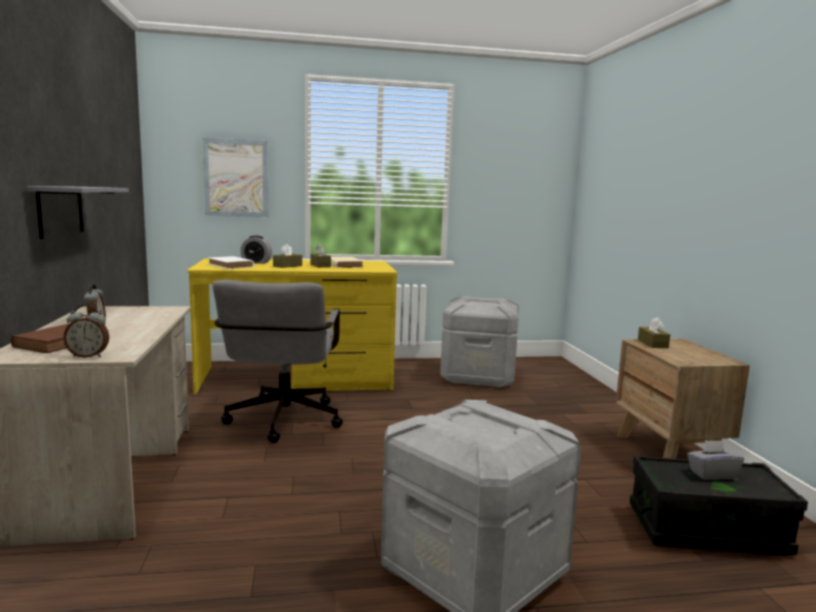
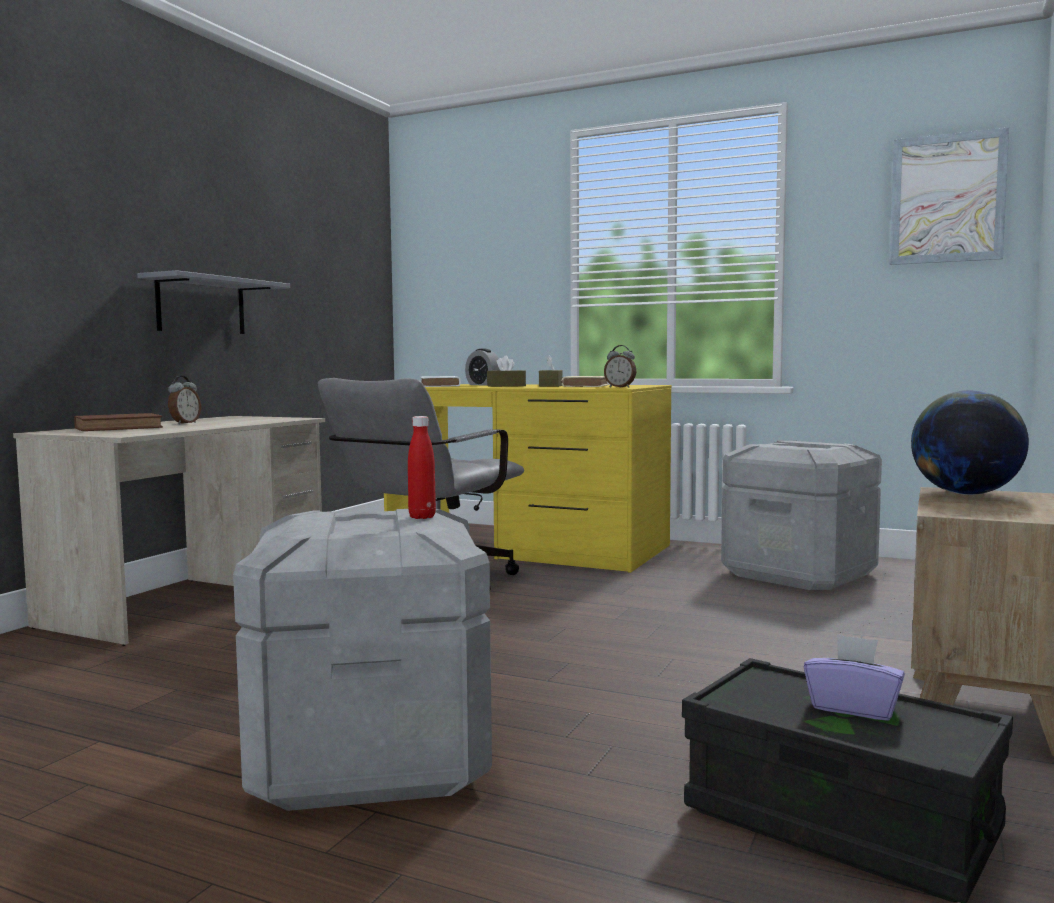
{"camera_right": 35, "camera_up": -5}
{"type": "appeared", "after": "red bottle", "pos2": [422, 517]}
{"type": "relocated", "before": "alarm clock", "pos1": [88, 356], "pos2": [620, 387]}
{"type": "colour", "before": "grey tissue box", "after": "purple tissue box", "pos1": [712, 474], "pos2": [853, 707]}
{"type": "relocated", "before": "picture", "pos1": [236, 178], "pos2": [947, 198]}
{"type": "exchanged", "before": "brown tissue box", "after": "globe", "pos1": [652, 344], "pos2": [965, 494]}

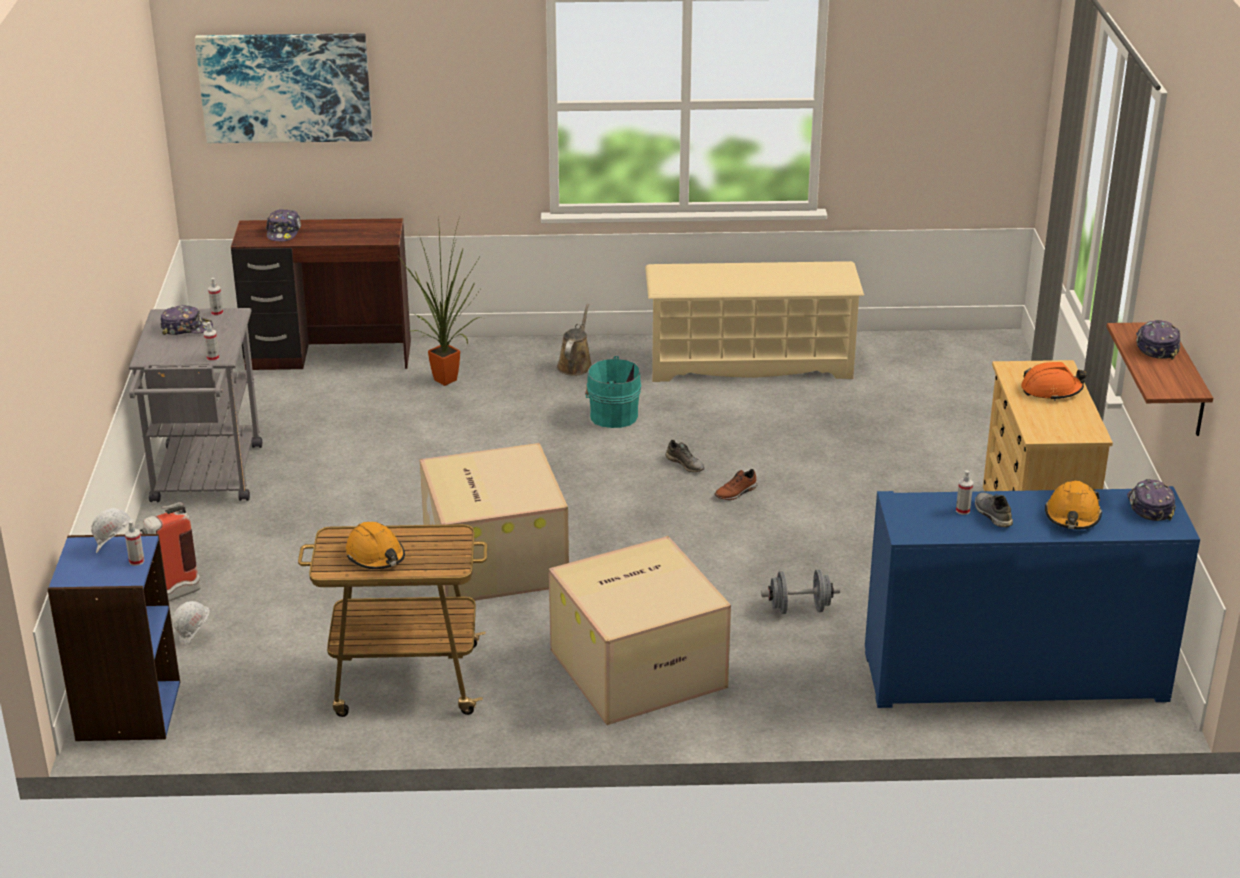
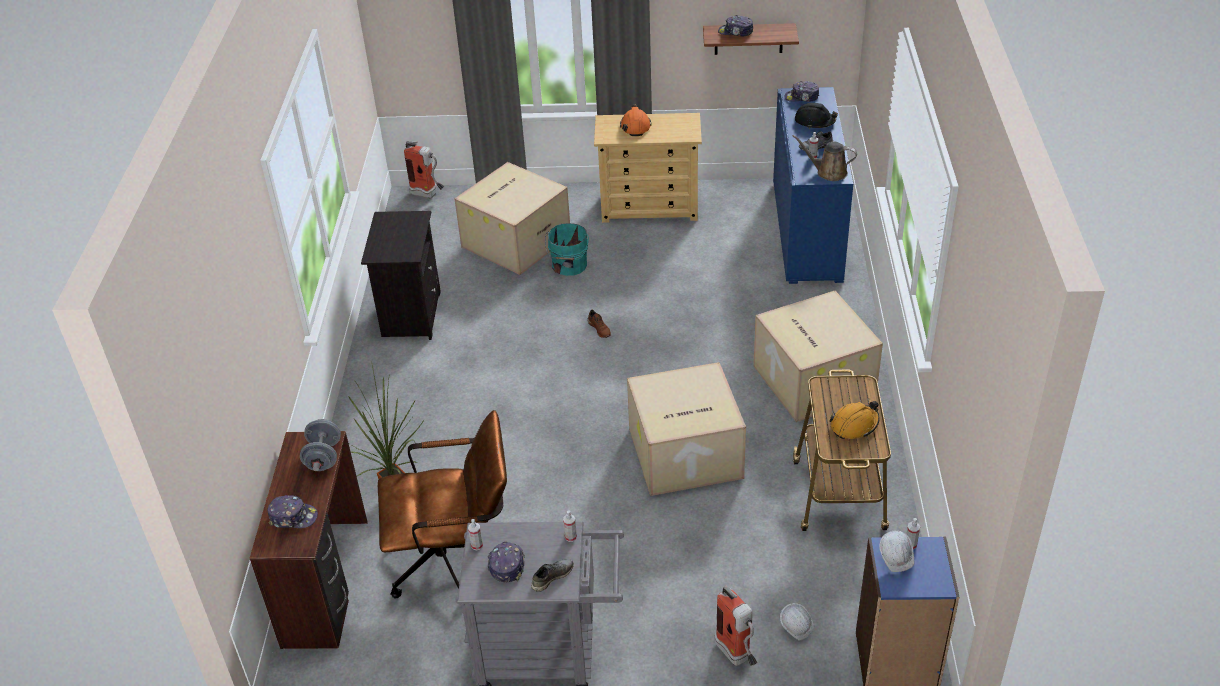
{"camera_right": -85, "camera_up": 10}
{"type": "relocated", "before": "grey dumbbell", "pos1": [799, 609], "pos2": [323, 457]}
{"type": "exchanged", "before": "beige shoe rack", "after": "black nightstand", "pos1": [750, 363], "pos2": [410, 315]}
{"type": "appeared", "after": "brown office chair", "pos2": [455, 560]}
{"type": "appeared", "after": "fire extinguisher", "pos2": [428, 195]}
{"type": "appeared", "after": "cardboard box", "pos2": [516, 240]}
{"type": "relocated", "before": "grey shoe", "pos1": [685, 464], "pos2": [552, 577]}
{"type": "relocated", "before": "turquoise bucket", "pos1": [611, 415], "pos2": [569, 265]}
{"type": "relocated", "before": "brown watering can", "pos1": [575, 365], "pos2": [828, 172]}
{"type": "colour", "before": "orange hard hat", "after": "black hard hat", "pos1": [1072, 516], "pos2": [814, 122]}
{"type": "missing", "before": "picture", "pos1": [285, 87]}

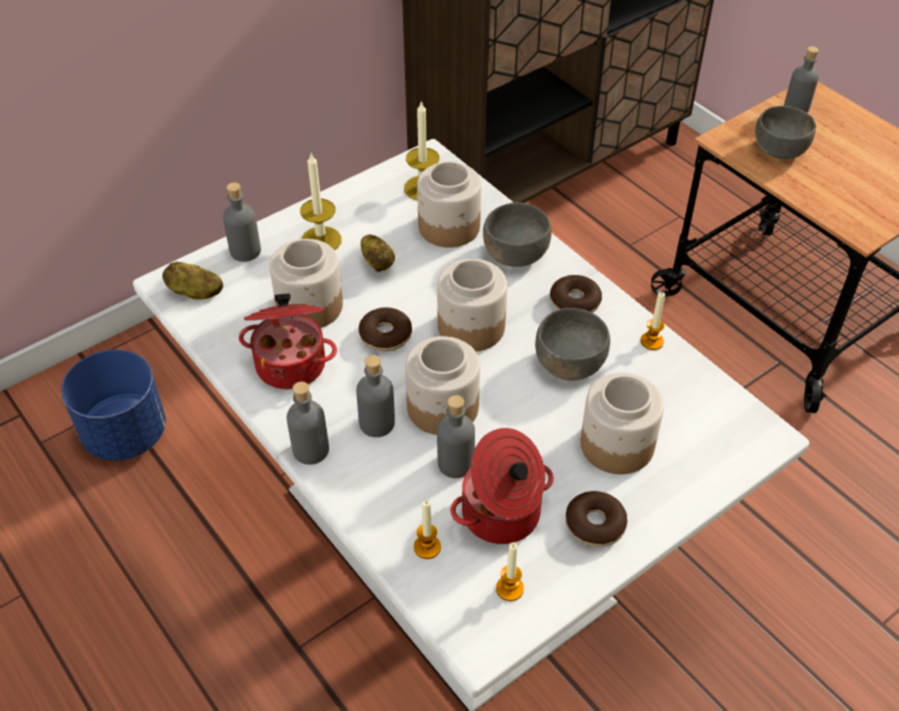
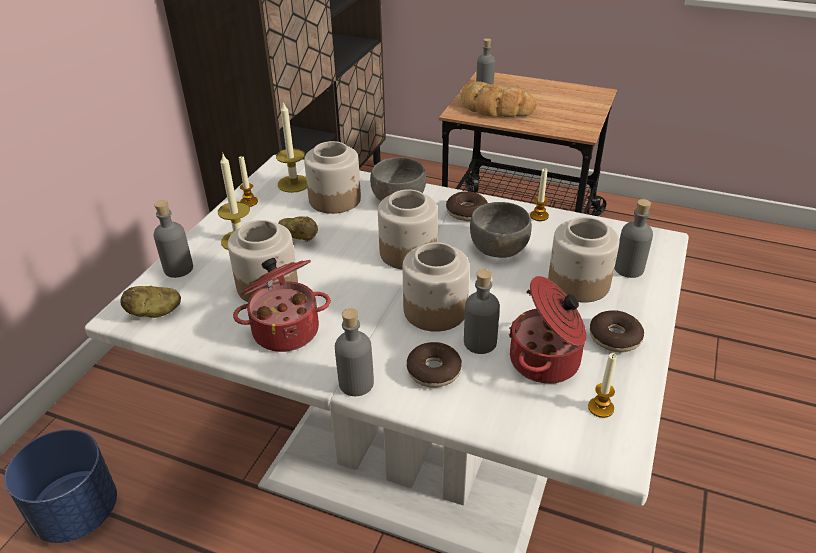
{"camera_right": -30, "camera_up": -10}
{"type": "relocated", "before": "candle", "pos1": [427, 547], "pos2": [249, 202]}
{"type": "relocated", "before": "donut", "pos1": [385, 335], "pos2": [433, 371]}
{"type": "exchanged", "before": "grey bowl", "after": "bread", "pos1": [780, 150], "pos2": [495, 108]}
{"type": "relocated", "before": "grey bottle", "pos1": [377, 423], "pos2": [629, 269]}

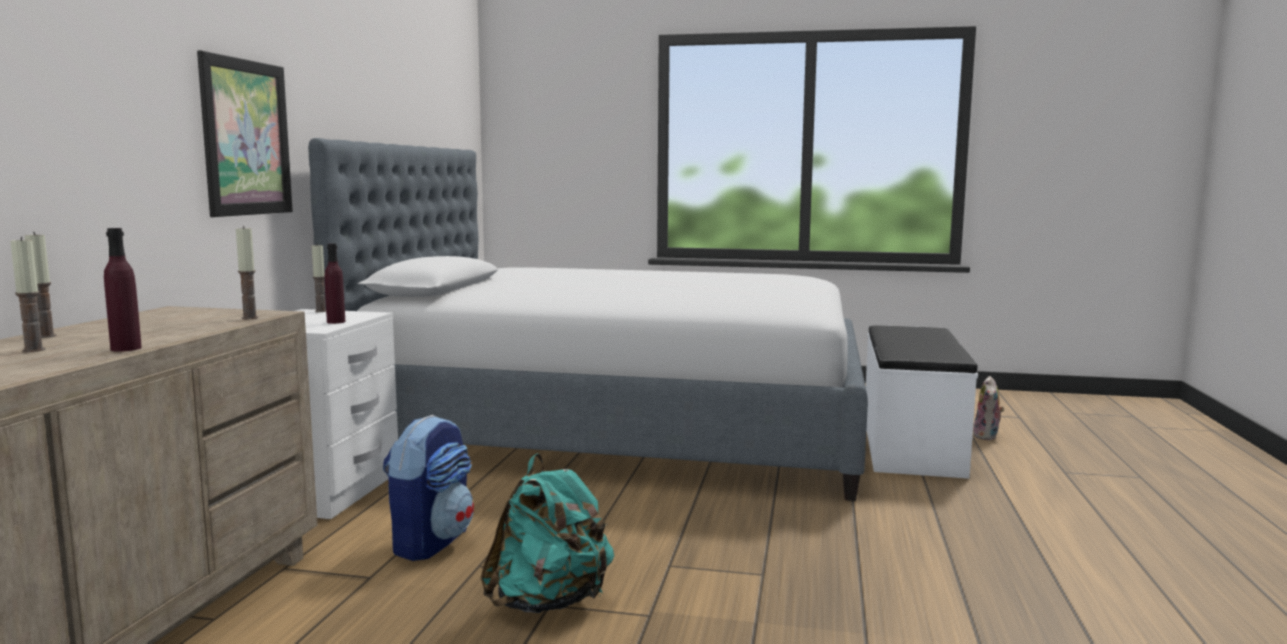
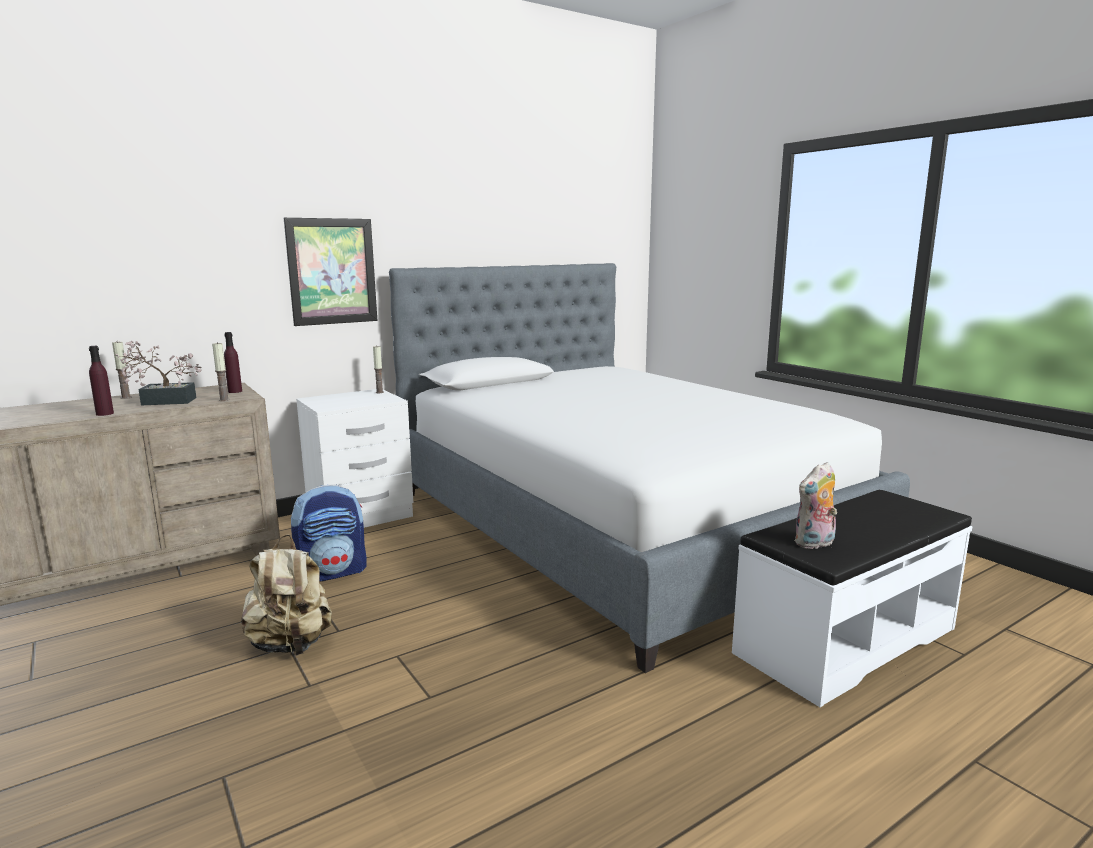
{"camera_right": 45, "camera_up": 5}
{"type": "appeared", "after": "potted plant", "pos2": [163, 401]}
{"type": "relocated", "before": "purple bottle", "pos1": [336, 322], "pos2": [235, 391]}
{"type": "colour", "before": "turquoise backpack", "after": "beige backpack", "pos1": [549, 602], "pos2": [291, 645]}
{"type": "relocated", "before": "plush toy", "pos1": [987, 436], "pos2": [815, 544]}
{"type": "missing", "before": "candle", "pos1": [34, 350]}

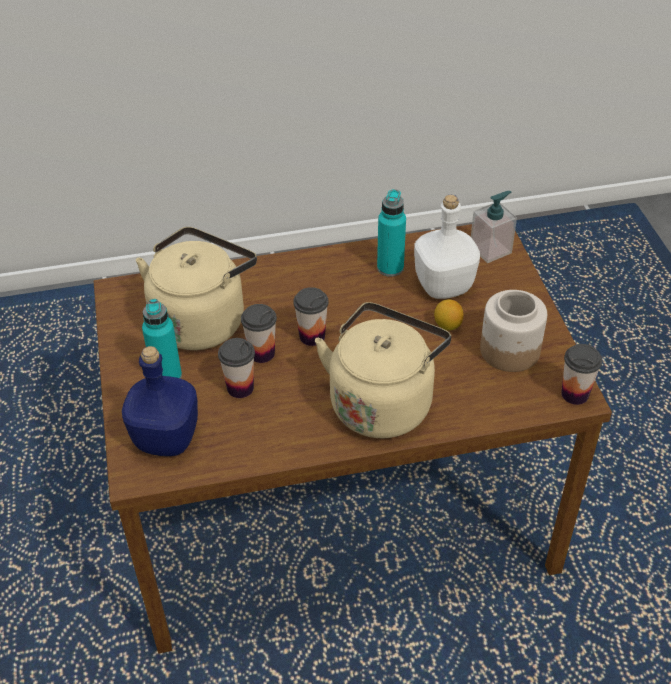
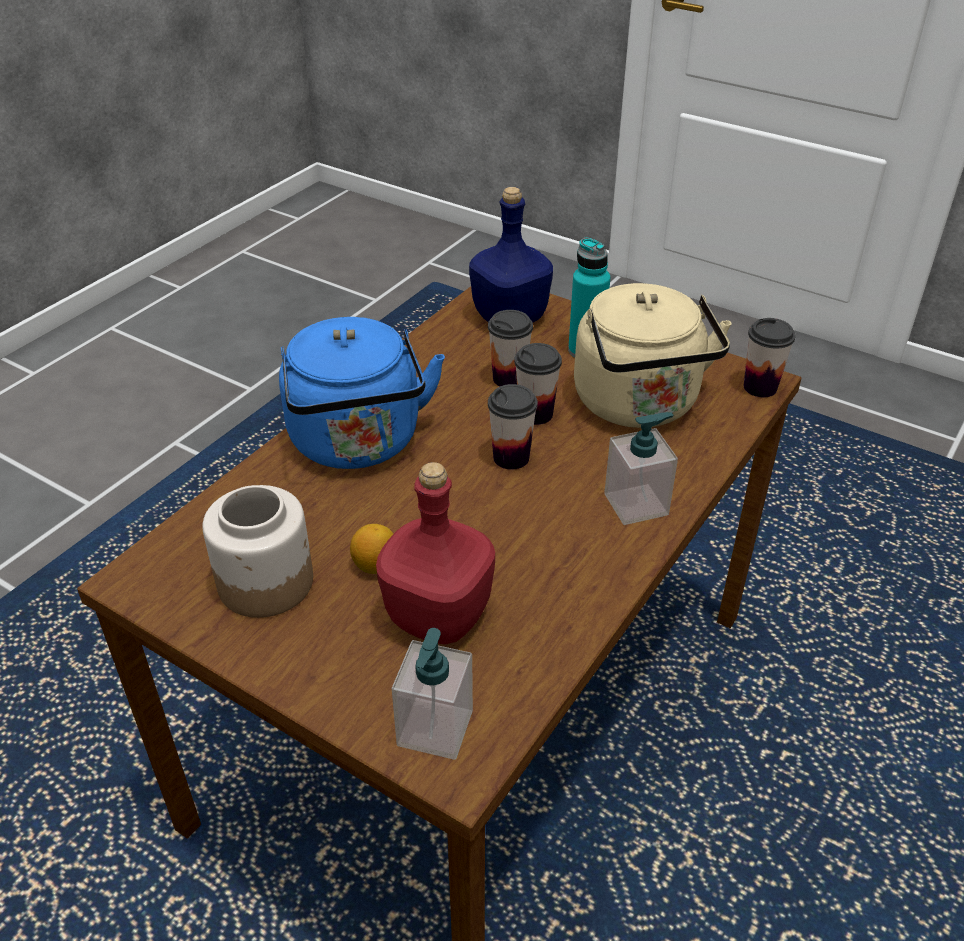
{"camera_right": 135, "camera_up": -5}
{"type": "colour", "before": "beige kettle", "after": "blue kettle", "pos1": [382, 402], "pos2": [358, 444]}
{"type": "colour", "before": "white bottle", "after": "red bottle", "pos1": [443, 285], "pos2": [440, 616]}
{"type": "appeared", "after": "soap dispenser", "pos2": [636, 504]}
{"type": "relocated", "before": "cup", "pos1": [575, 394], "pos2": [760, 387]}
{"type": "missing", "before": "turquoise bottle", "pos1": [390, 268]}

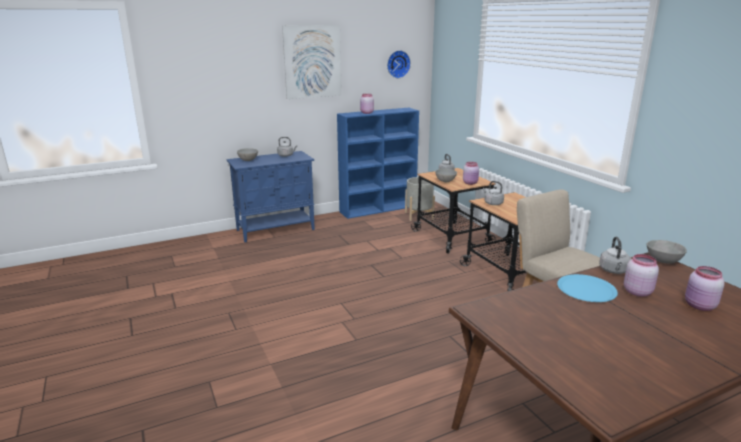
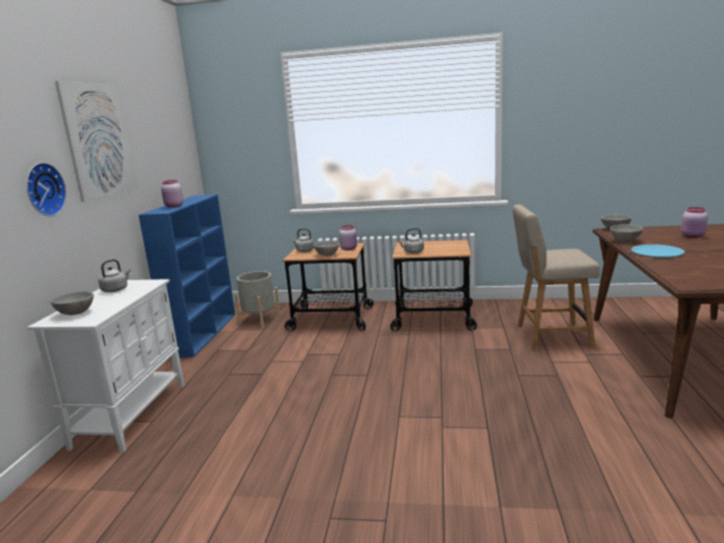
{"camera_right": -55, "camera_up": -5}
{"type": "relocated", "before": "wall clock", "pos1": [397, 64], "pos2": [43, 189]}
{"type": "colour", "before": "blue cabinet", "after": "white cabinet", "pos1": [276, 229], "pos2": [131, 414]}
{"type": "exchanged", "before": "grey kettle", "after": "grey bowl", "pos1": [613, 271], "pos2": [626, 241]}
{"type": "missing", "before": "pink jar", "pos1": [637, 291]}

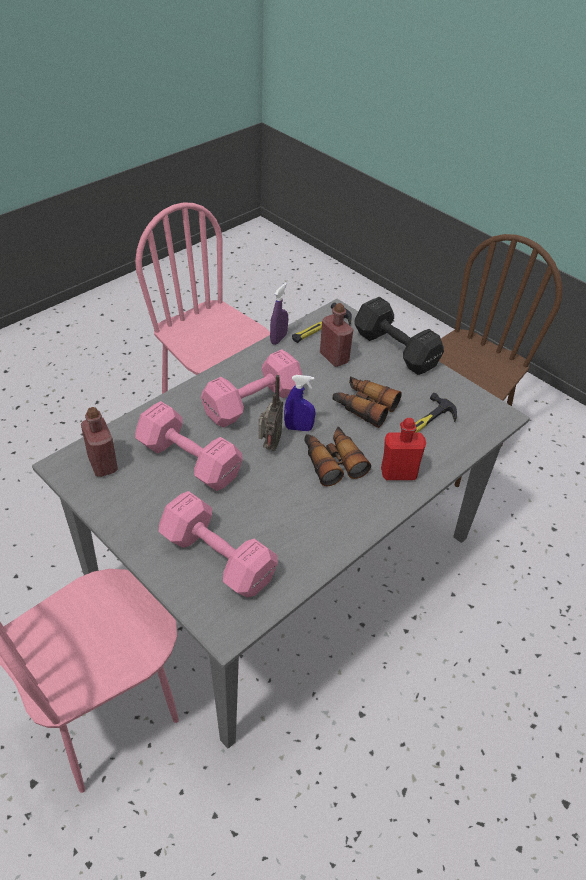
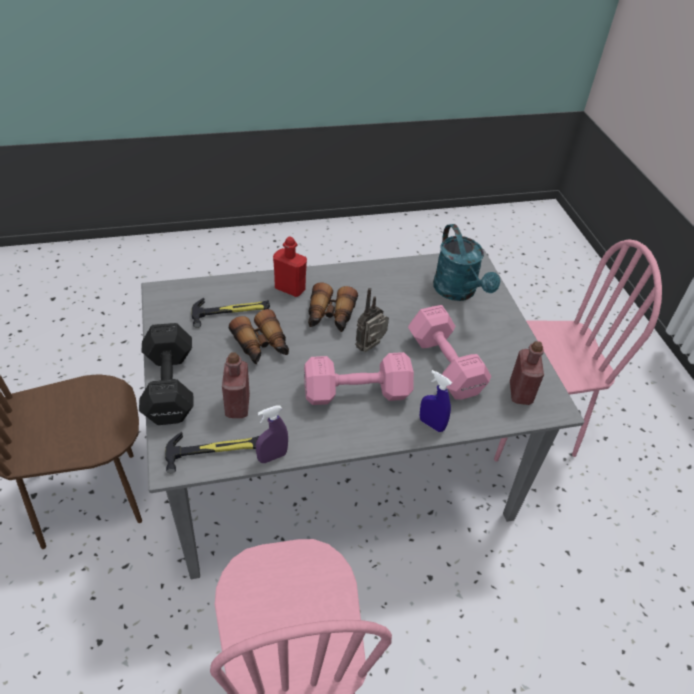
{"camera_right": -150, "camera_up": 0}
{"type": "relocated", "before": "blue spray bottle", "pos1": [298, 428], "pos2": [431, 424]}
{"type": "exchanged", "before": "pink dumbbell", "after": "turquoise watering can", "pos1": [219, 560], "pos2": [458, 292]}

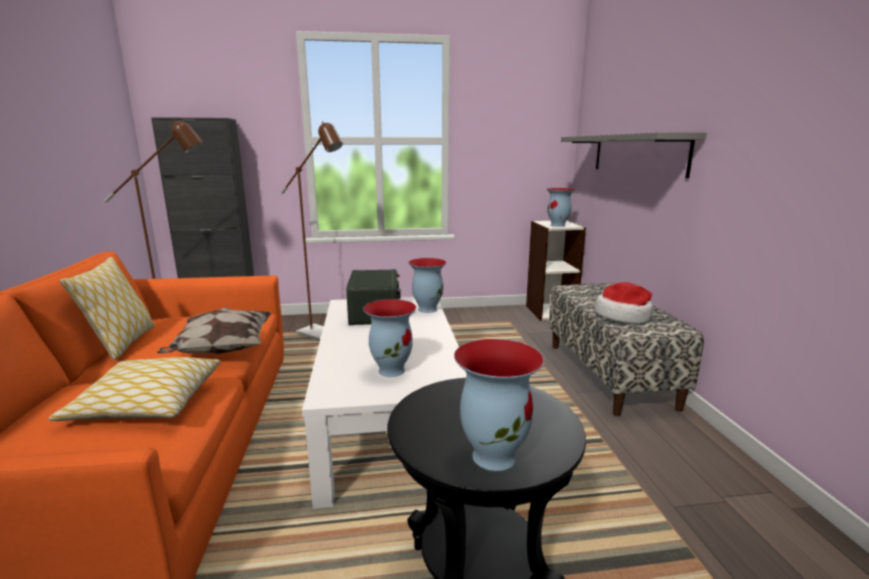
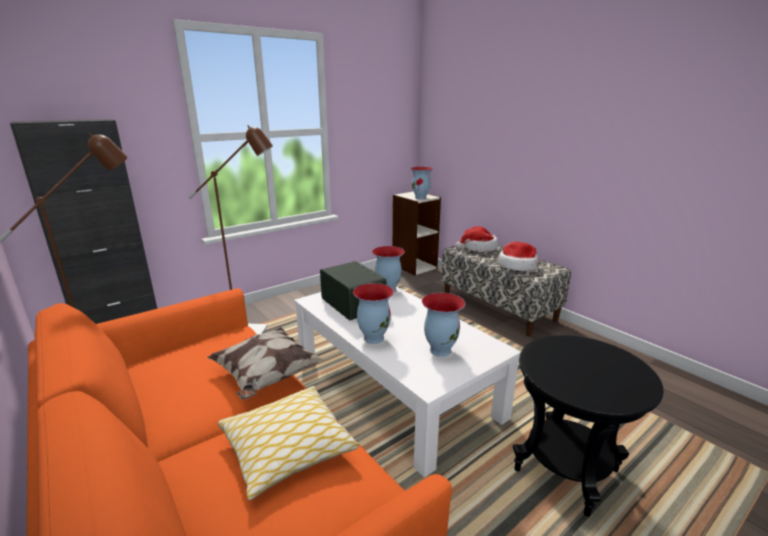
{"camera_right": -30, "camera_up": 5}
{"type": "relocated", "before": "vase", "pos1": [494, 455], "pos2": [373, 338]}
{"type": "appeared", "after": "hat", "pos2": [478, 248]}
{"type": "missing", "before": "pillow", "pos1": [122, 344]}
{"type": "missing", "before": "grey shelf", "pos1": [637, 154]}

